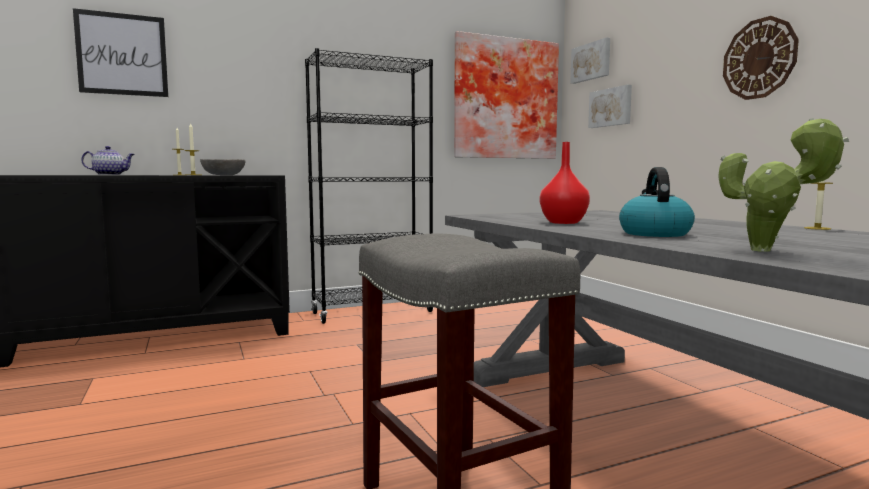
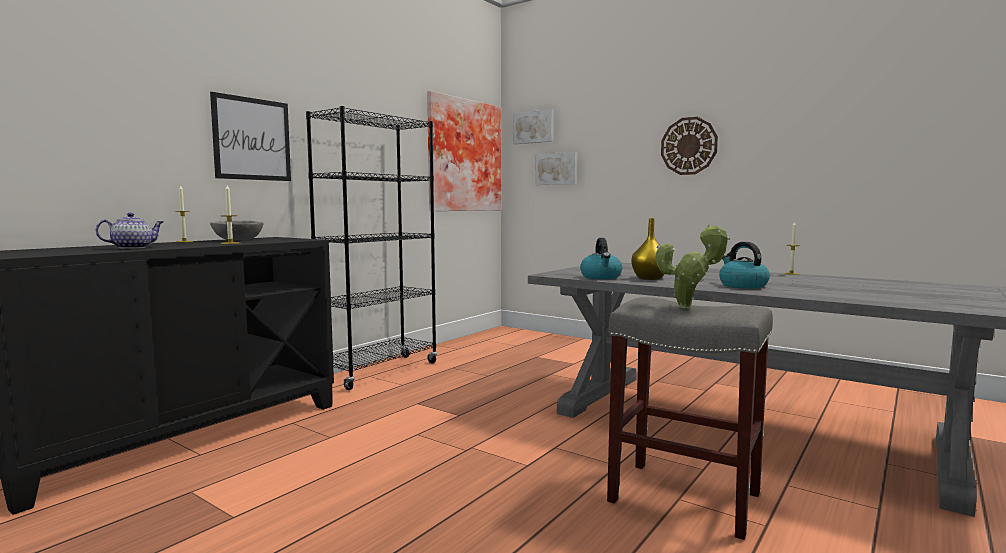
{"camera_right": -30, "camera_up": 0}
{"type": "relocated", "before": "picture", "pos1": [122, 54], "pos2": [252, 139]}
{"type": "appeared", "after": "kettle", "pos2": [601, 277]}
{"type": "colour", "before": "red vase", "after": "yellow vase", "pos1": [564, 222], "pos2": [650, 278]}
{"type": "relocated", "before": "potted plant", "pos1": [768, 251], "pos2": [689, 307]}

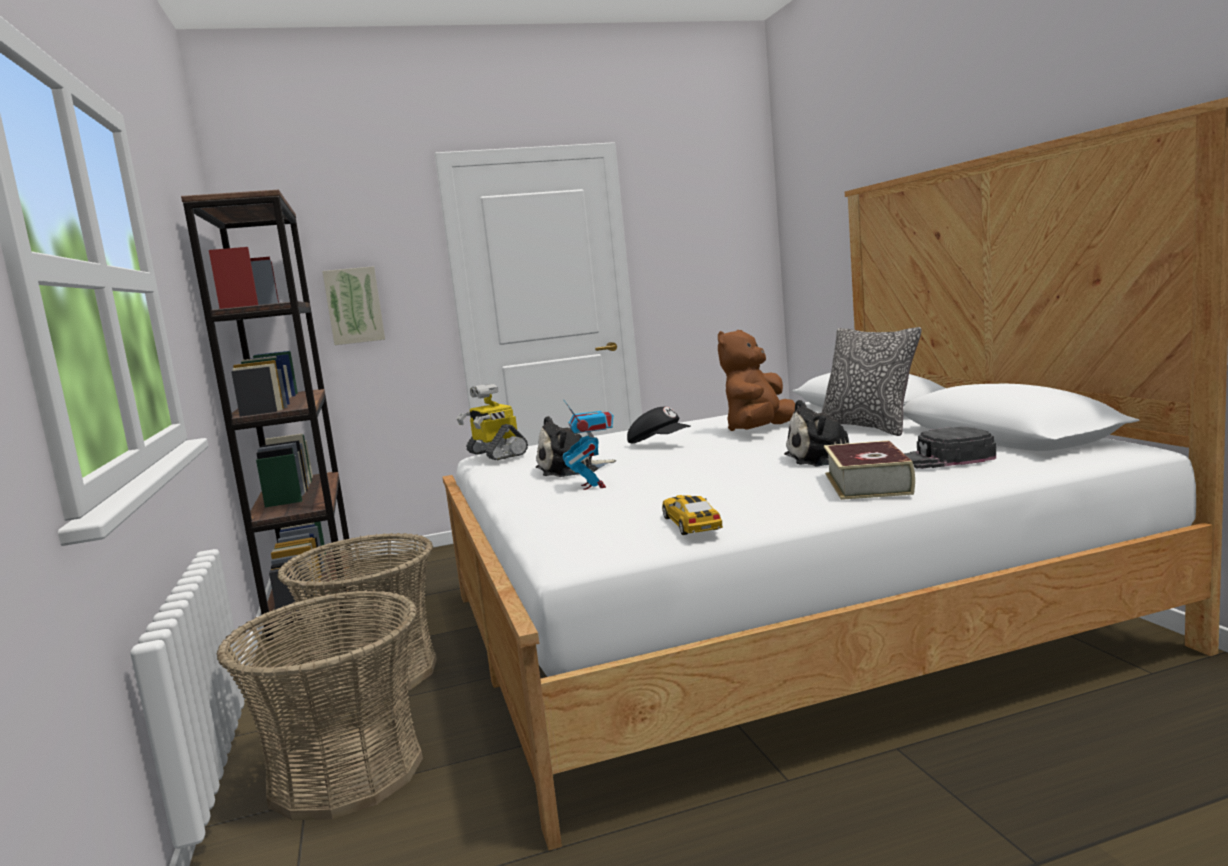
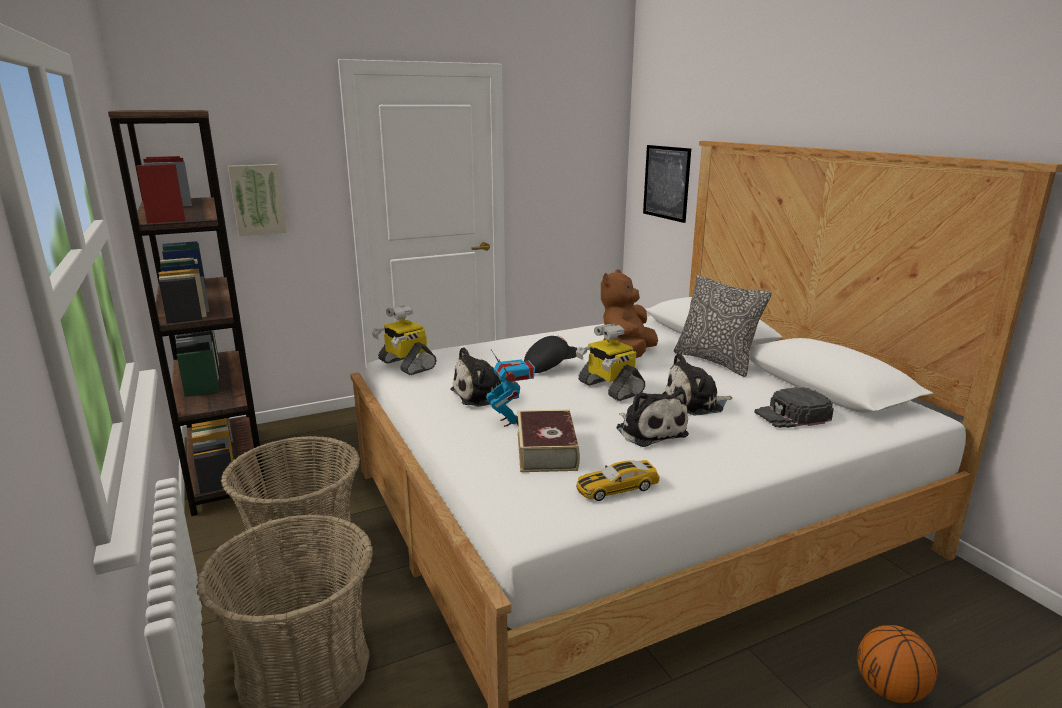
{"camera_right": -10, "camera_up": 10}
{"type": "relocated", "before": "book", "pos1": [867, 483], "pos2": [546, 450]}
{"type": "spun", "before": "black cap", "pos1": [659, 443], "pos2": [550, 366], "turn": -60}
{"type": "appeared", "after": "toy robot", "pos2": [609, 388]}
{"type": "spun", "before": "toy car", "pos1": [691, 524], "pos2": [616, 488], "turn": -90}
{"type": "appeared", "after": "plush toy", "pos2": [649, 431]}
{"type": "appeared", "after": "picture", "pos2": [666, 182]}
{"type": "appeared", "after": "basketball", "pos2": [889, 690]}

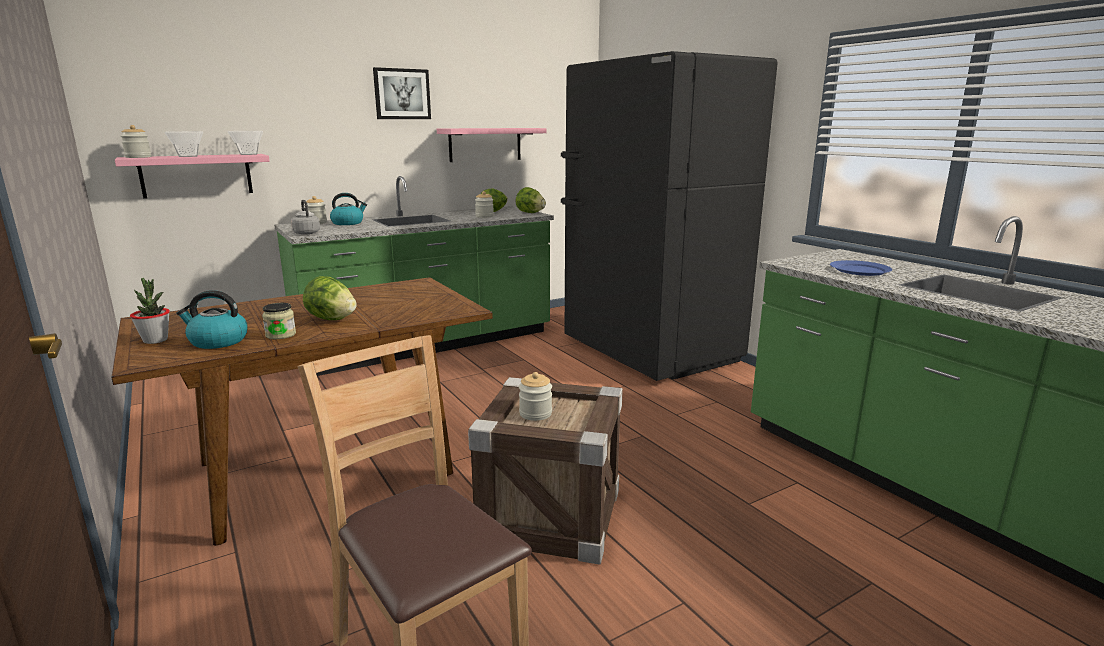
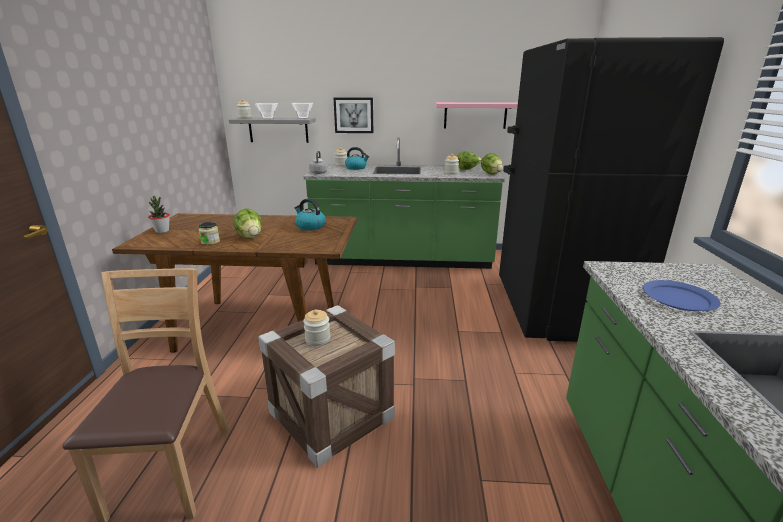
{"camera_right": 35, "camera_up": 5}
{"type": "colour", "before": "pink shelf", "after": "grey shelf", "pos1": [196, 175], "pos2": [278, 130]}
{"type": "relocated", "before": "kettle", "pos1": [217, 341], "pos2": [310, 226]}
{"type": "relocated", "before": "picture", "pos1": [402, 94], "pos2": [354, 115]}

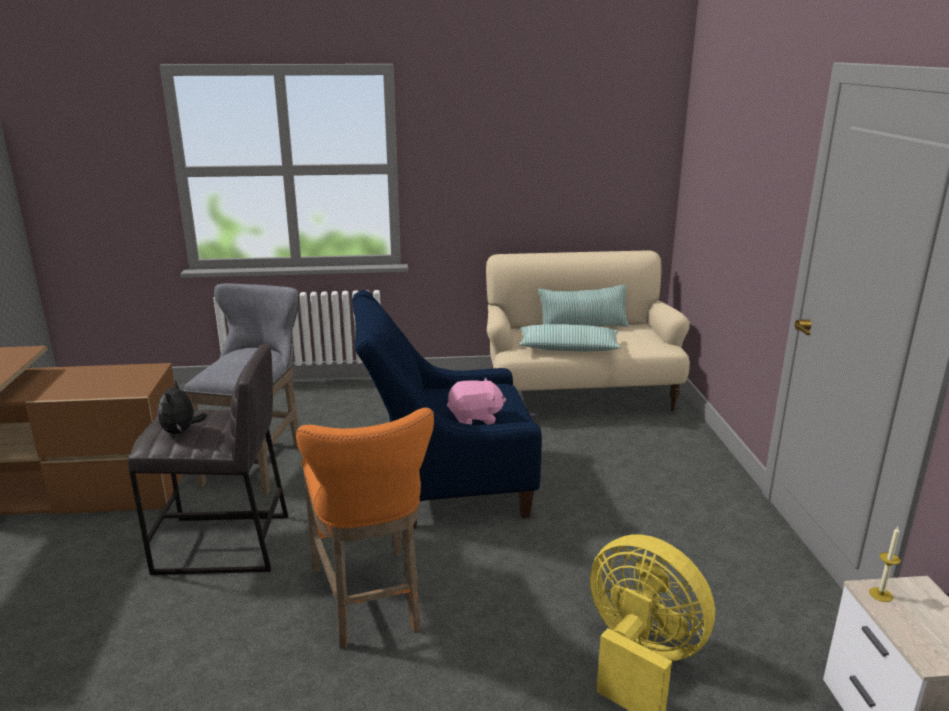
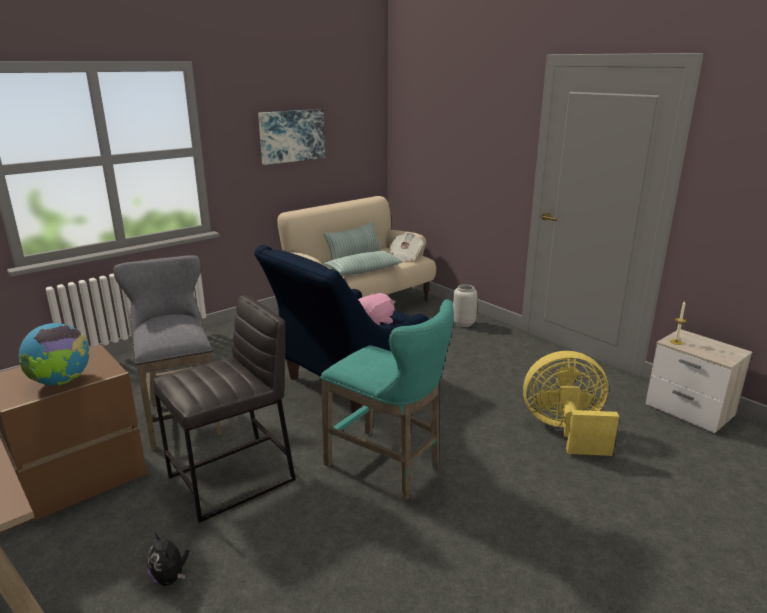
{"camera_right": -35, "camera_up": 0}
{"type": "appeared", "after": "globe", "pos2": [61, 382]}
{"type": "relocated", "before": "plush toy", "pos1": [181, 431], "pos2": [170, 578]}
{"type": "appeared", "after": "picture", "pos2": [291, 136]}
{"type": "colour", "before": "orange stool", "after": "turquoise stool", "pos1": [369, 602], "pos2": [388, 467]}
{"type": "appeared", "after": "newspaper", "pos2": [405, 256]}
{"type": "appeared", "after": "grey vase", "pos2": [464, 323]}

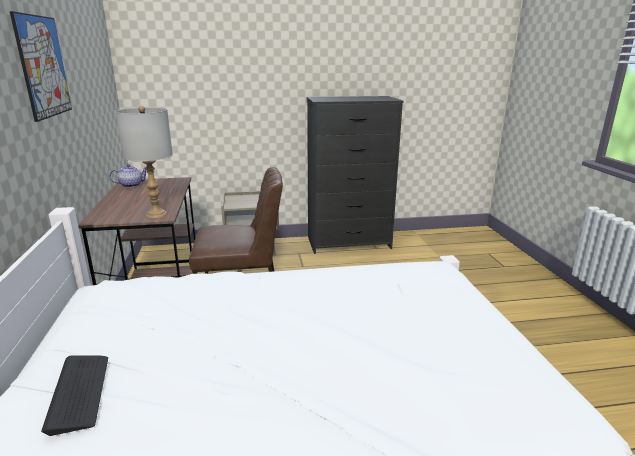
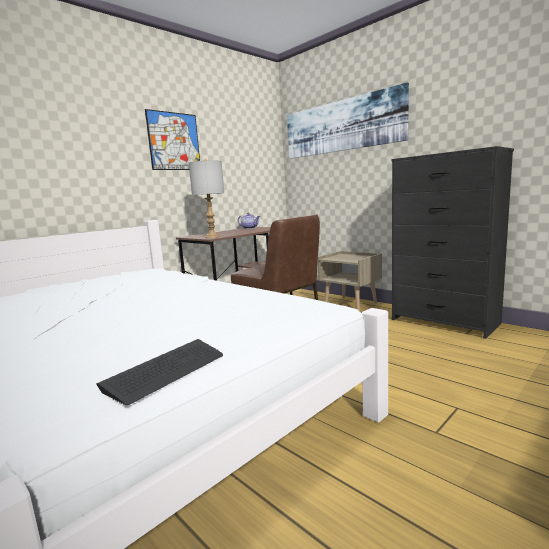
{"camera_right": 55, "camera_up": -10}
{"type": "relocated", "before": "keyboard", "pos1": [79, 392], "pos2": [166, 371]}
{"type": "appeared", "after": "picture", "pos2": [341, 126]}

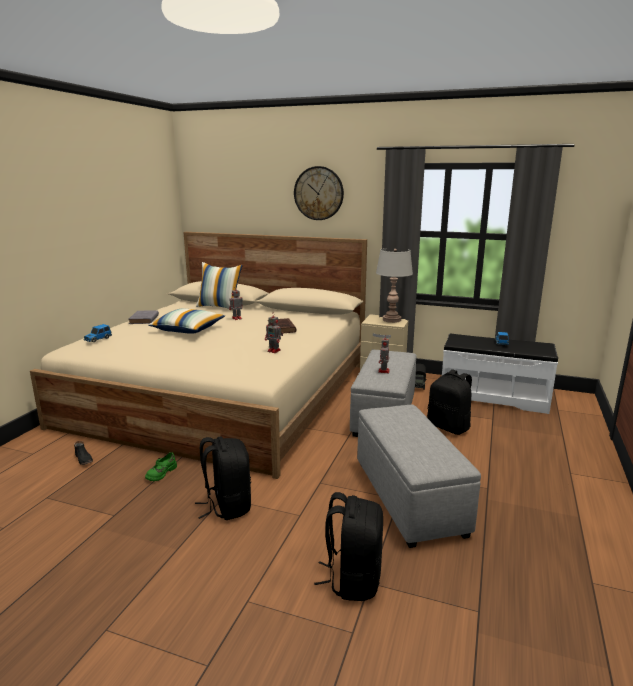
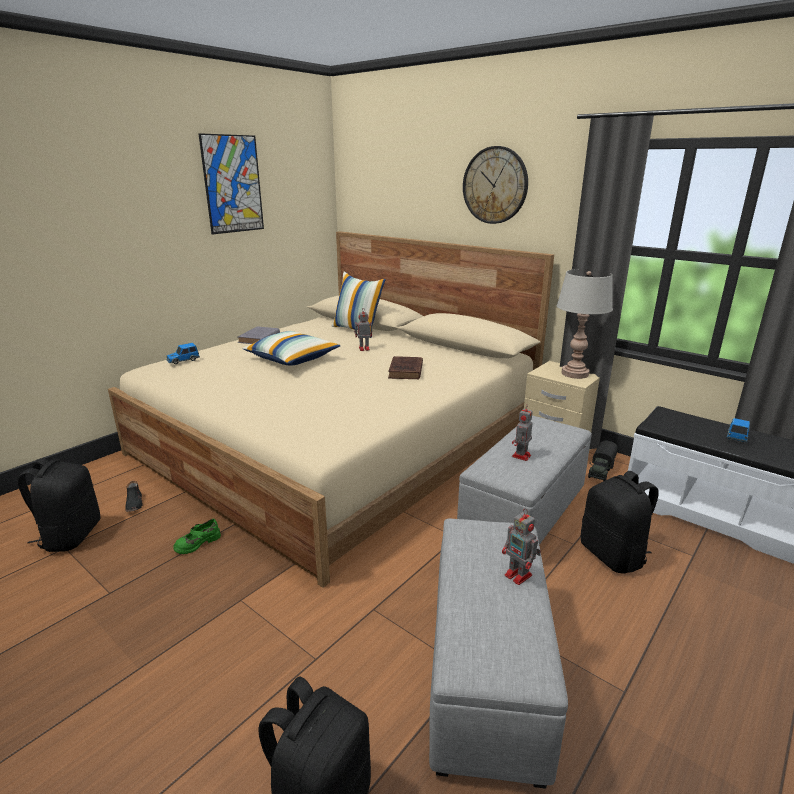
{"camera_right": 20, "camera_up": 5}
{"type": "relocated", "before": "black backpack", "pos1": [227, 506], "pos2": [70, 535]}
{"type": "appeared", "after": "picture", "pos2": [233, 184]}
{"type": "relocated", "before": "toy robot", "pos1": [274, 351], "pos2": [519, 576]}

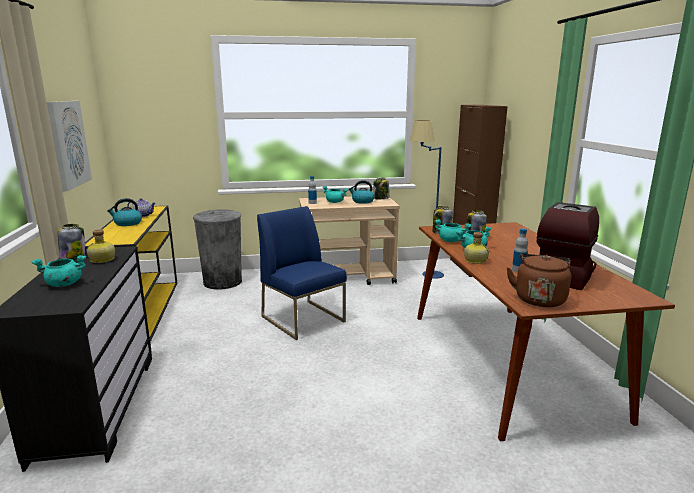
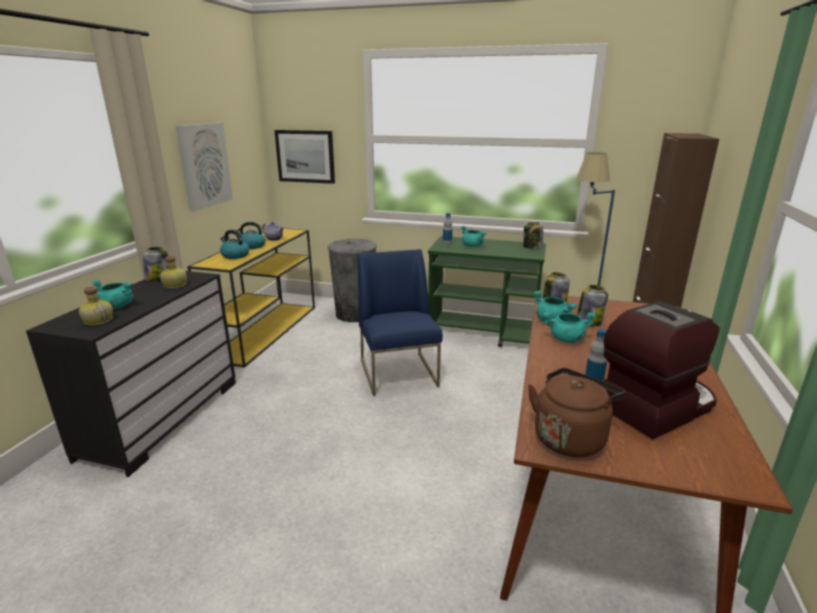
{"camera_right": 25, "camera_up": 5}
{"type": "relocated", "before": "bottle", "pos1": [474, 260], "pos2": [99, 320]}
{"type": "relocated", "before": "kettle", "pos1": [362, 201], "pos2": [235, 255]}
{"type": "appeared", "after": "picture", "pos2": [305, 156]}
{"type": "colour", "before": "beige cart", "after": "green cart", "pos1": [348, 278], "pos2": [483, 333]}

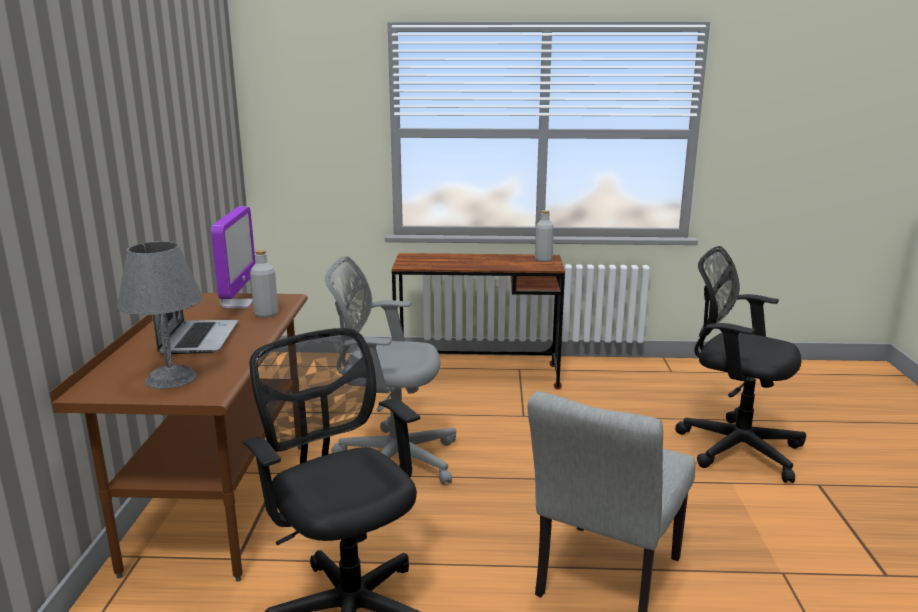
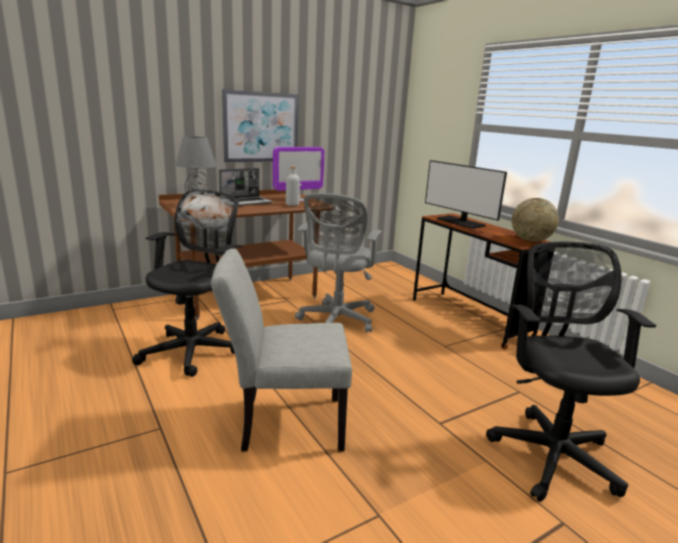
{"camera_right": 55, "camera_up": 0}
{"type": "appeared", "after": "picture", "pos2": [261, 127]}
{"type": "spun", "before": "grey office chair", "pos1": [391, 458], "pos2": [336, 321], "turn": -135}
{"type": "appeared", "after": "monitor", "pos2": [460, 222]}
{"type": "exchanged", "before": "grey bottle", "after": "globe", "pos1": [543, 260], "pos2": [530, 240]}

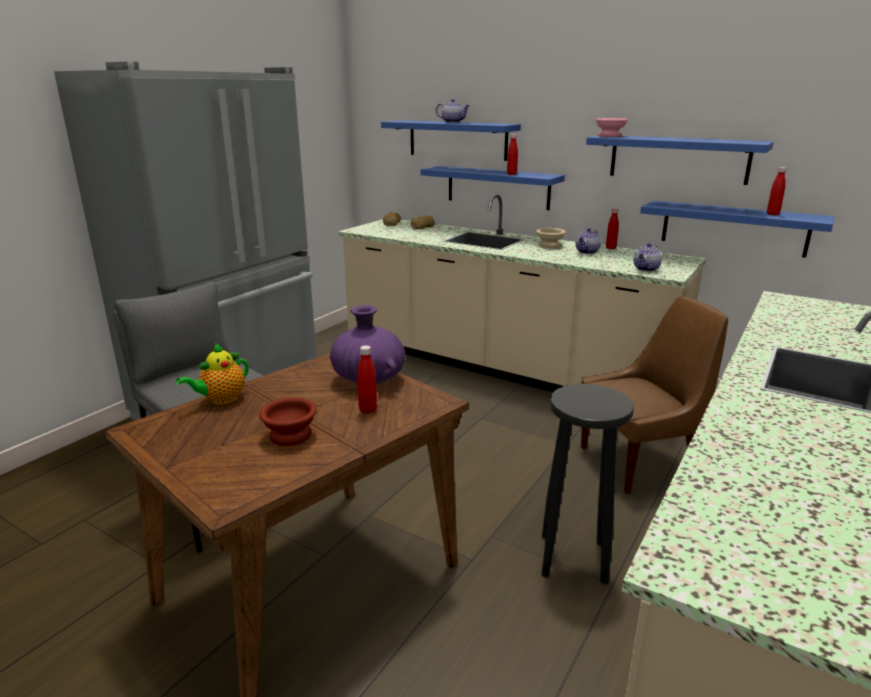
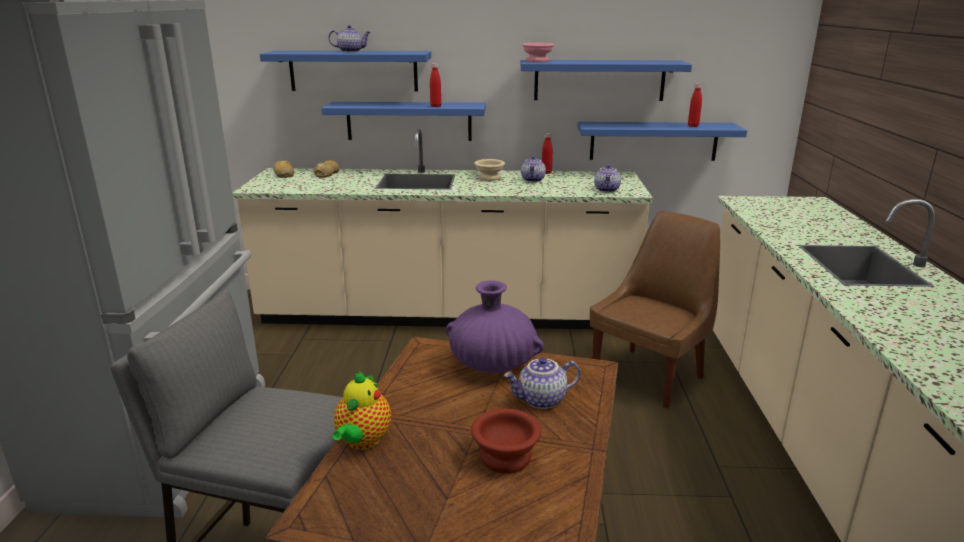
{"camera_right": -30, "camera_up": 0}
{"type": "exchanged", "before": "red bottle", "after": "teapot", "pos1": [368, 410], "pos2": [541, 400]}
{"type": "missing", "before": "black stool", "pos1": [574, 558]}

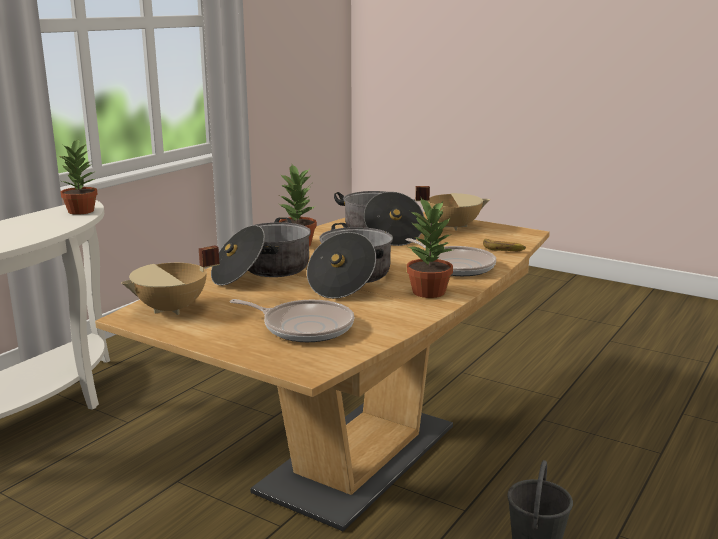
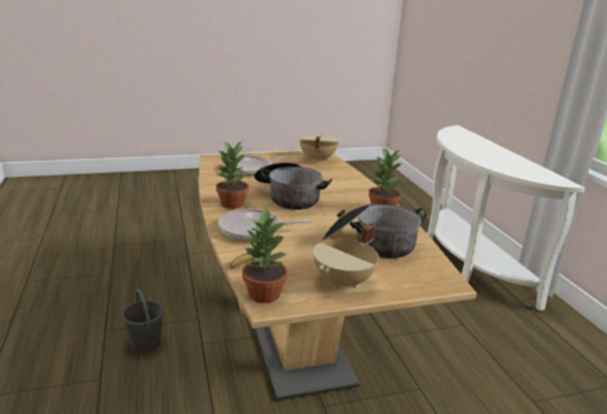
{"camera_right": 130, "camera_up": 5}
{"type": "relocated", "before": "potted plant", "pos1": [82, 211], "pos2": [264, 294]}
{"type": "missing", "before": "cooking pot", "pos1": [262, 272]}

